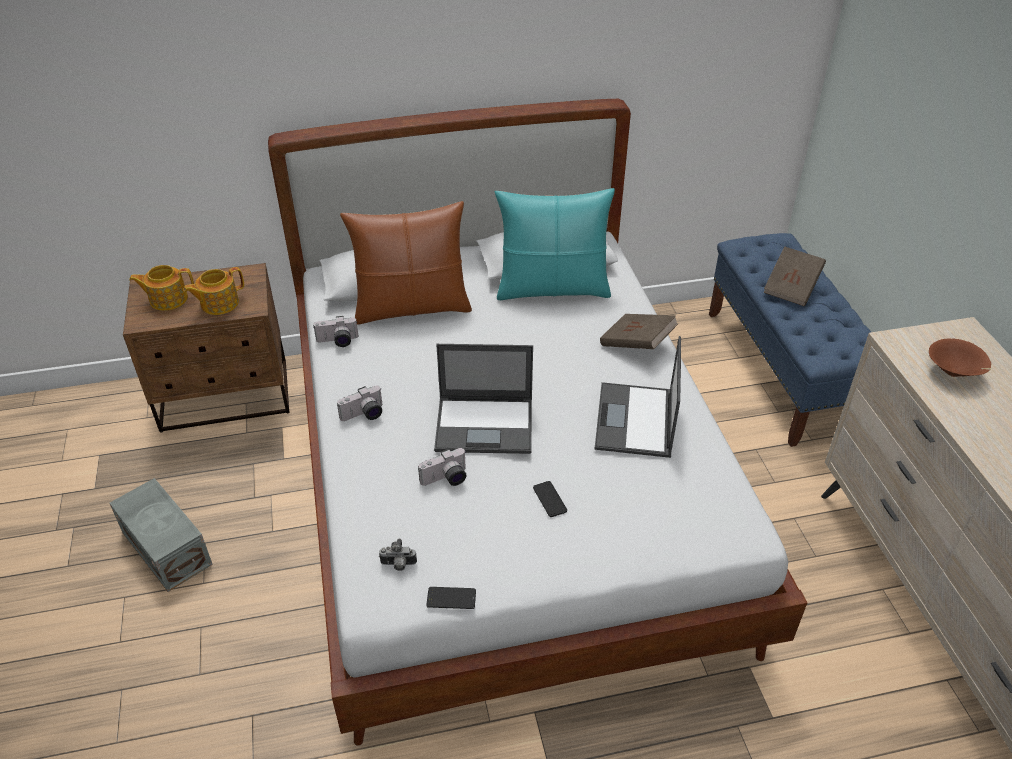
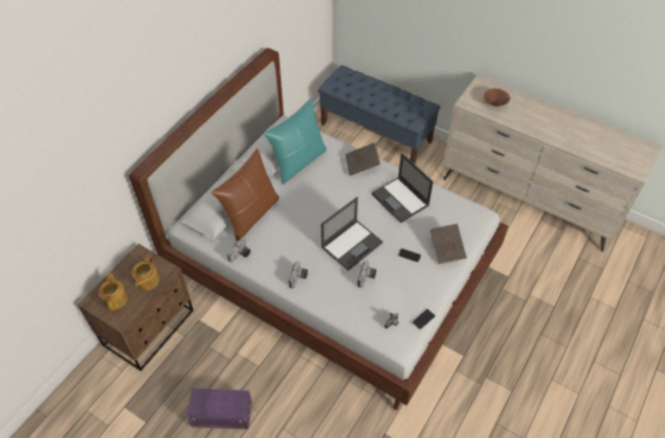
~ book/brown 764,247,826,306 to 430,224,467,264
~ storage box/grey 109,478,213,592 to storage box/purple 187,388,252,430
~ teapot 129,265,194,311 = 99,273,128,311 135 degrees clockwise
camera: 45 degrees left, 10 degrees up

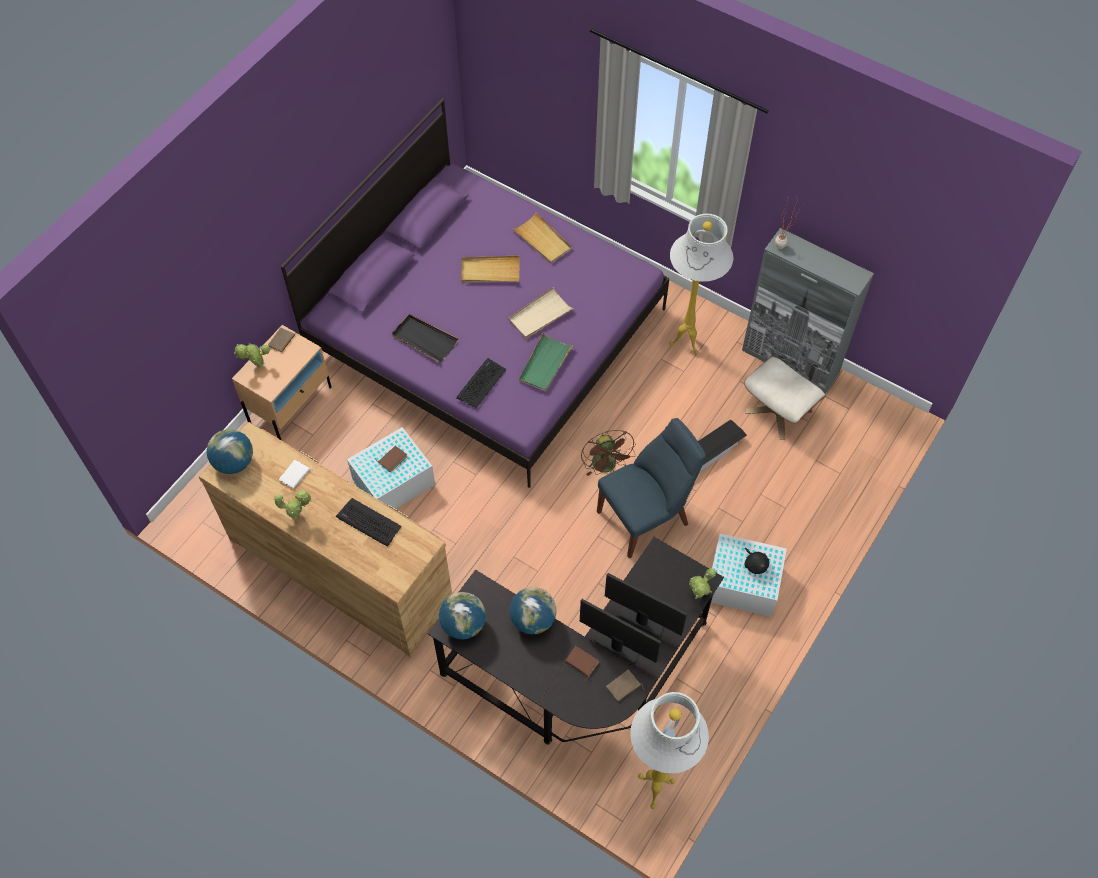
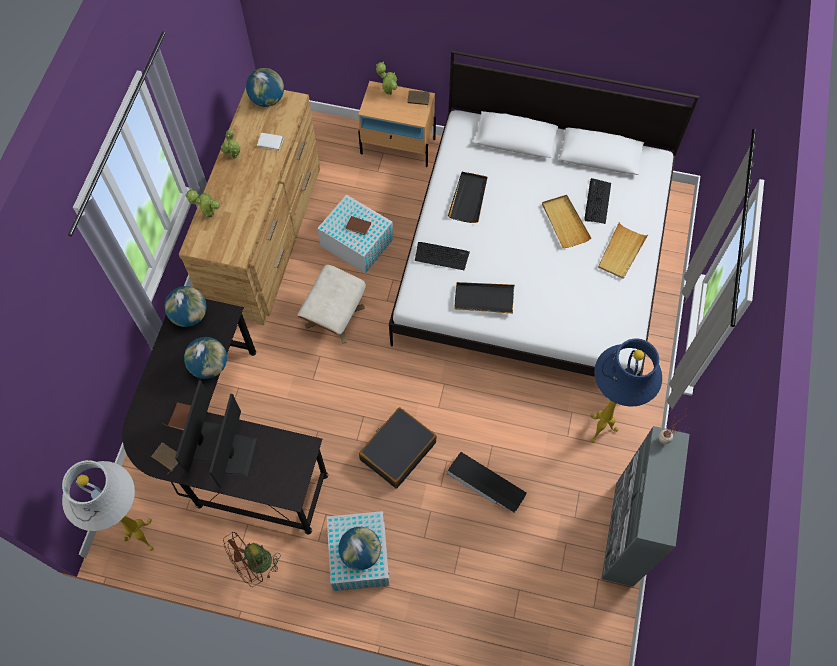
- tray/beige 508,287,574,339
~ keyboard 336,498,402,546 to 585,178,611,224
~ fan/brown 581,430,636,476 to 223,532,280,587
~ potted plant 689,568,716,599 to 185,189,220,217
~ ottoman/beige 744,357,826,440 to 298,264,366,343
~ chair/blue 597,418,706,558 to suitcase/black 359,407,437,489
~ plush toy/black 744,548,770,574 to globe 338,527,381,570
~ bed/purple 281,98,669,488 to bed/white 389,50,699,377
~ tray/green 519,332,574,391 to tray/black 454,282,514,314
~ floor lamp/white 669,214,733,355 to floor lamp/blue 590,339,662,443
camera: 70 degrees right, 5 degrees up

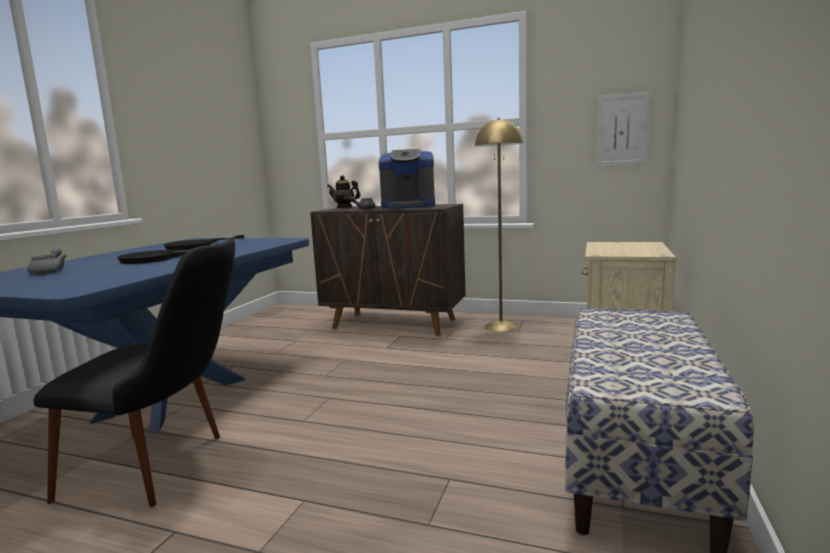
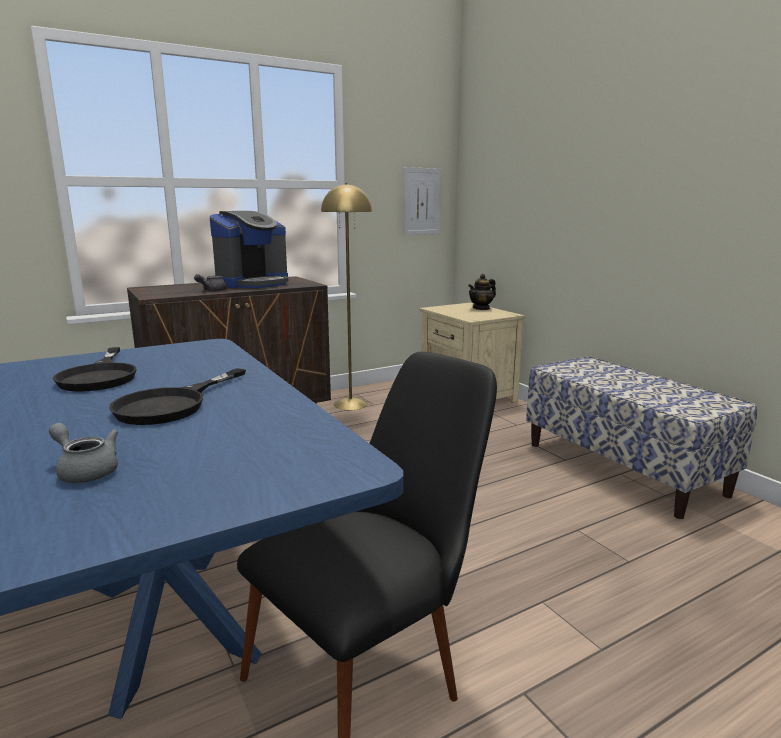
~ teapot 327,175,361,208 to 468,274,496,310
camera: 50 degrees left, 5 degrees up

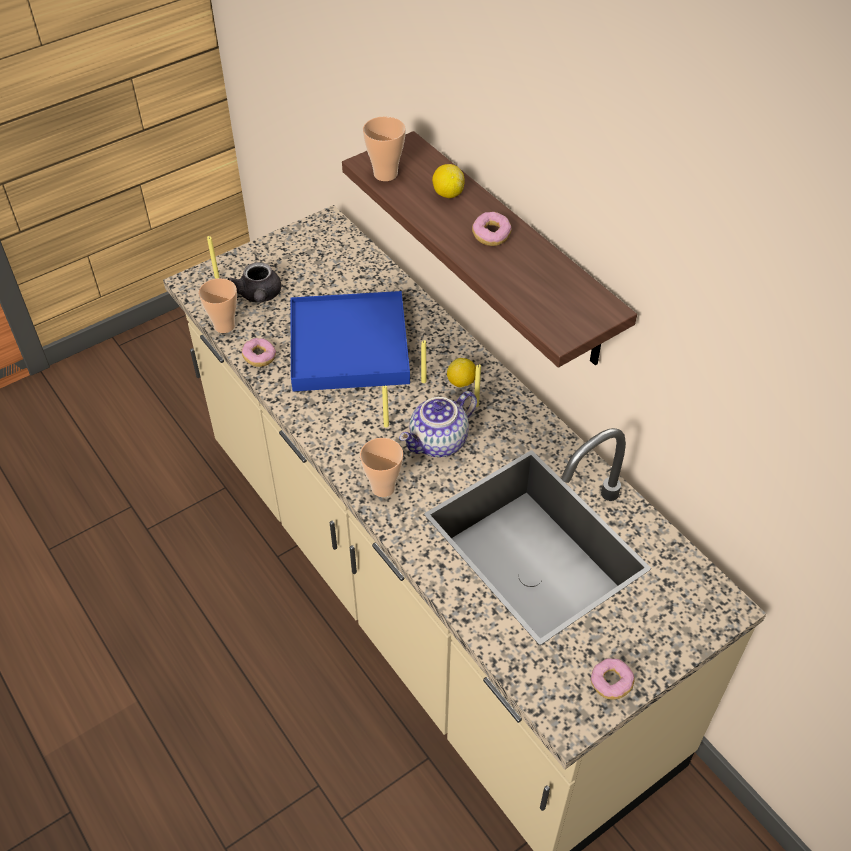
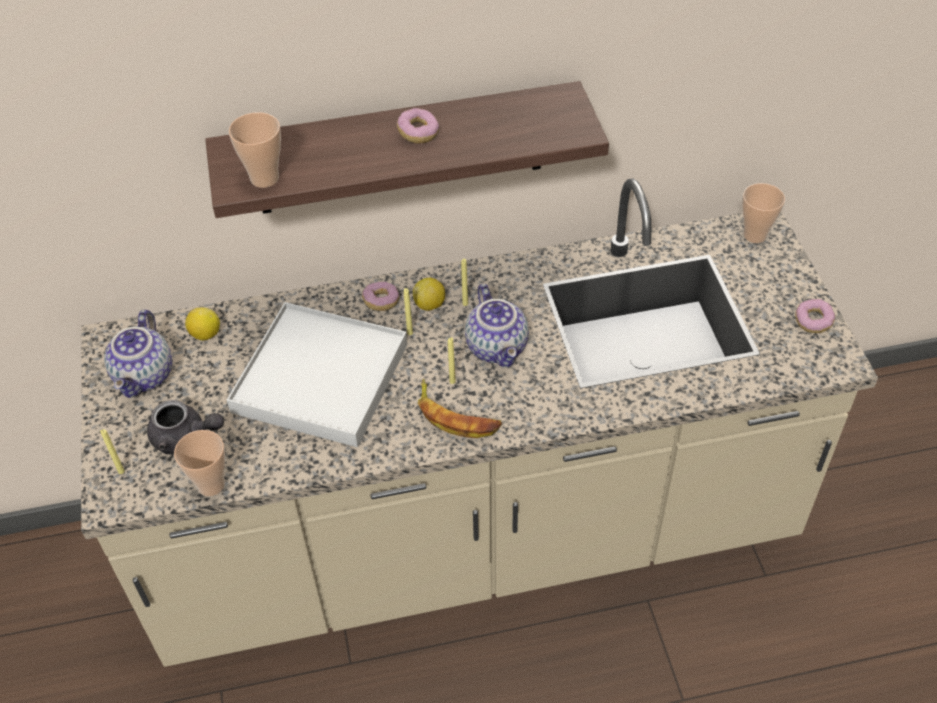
+ teapot 104,310,172,398
+ banana 418,379,502,438
~ donut 242,338,276,367 to 362,282,399,311
~ cup 360,438,403,497 to 742,183,785,243
~ lemon 432,164,465,198 to 185,307,220,341
~ tray/blue 290,291,410,391 to tray/white 227,302,407,447
camera: 65 degrees left, 0 degrees up

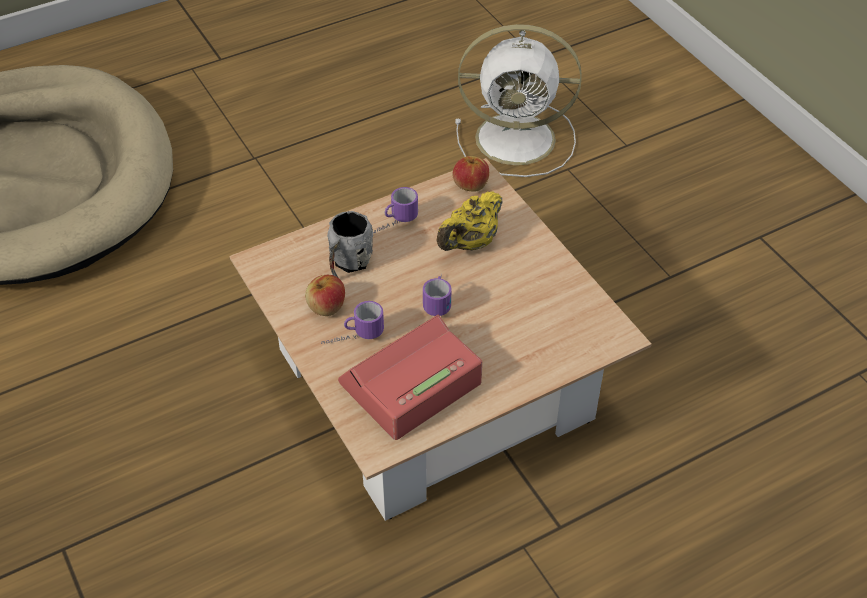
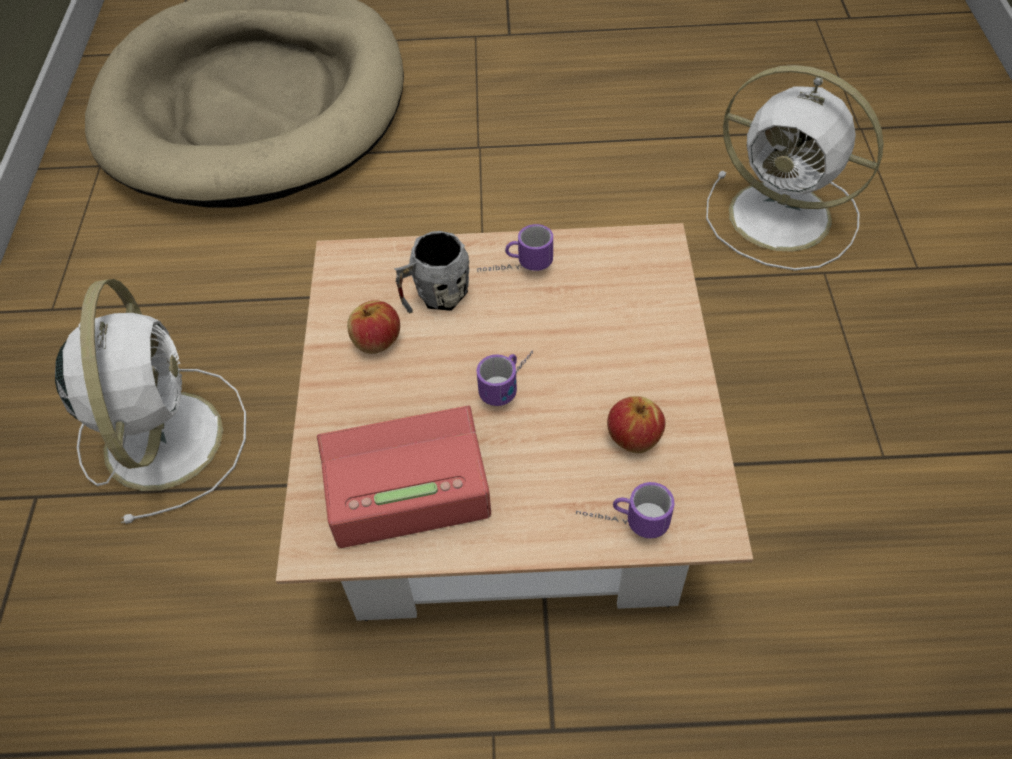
- teapot/yellow 437,191,502,251
+ fan/white 55,279,246,524
~ mug 321,301,384,344 to 576,482,674,539
~ apple 453,156,489,192 to 607,396,665,453
camera: 30 degrees right, 5 degrees up

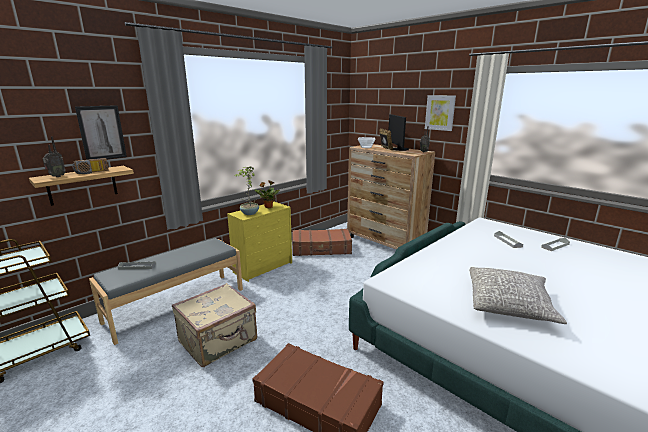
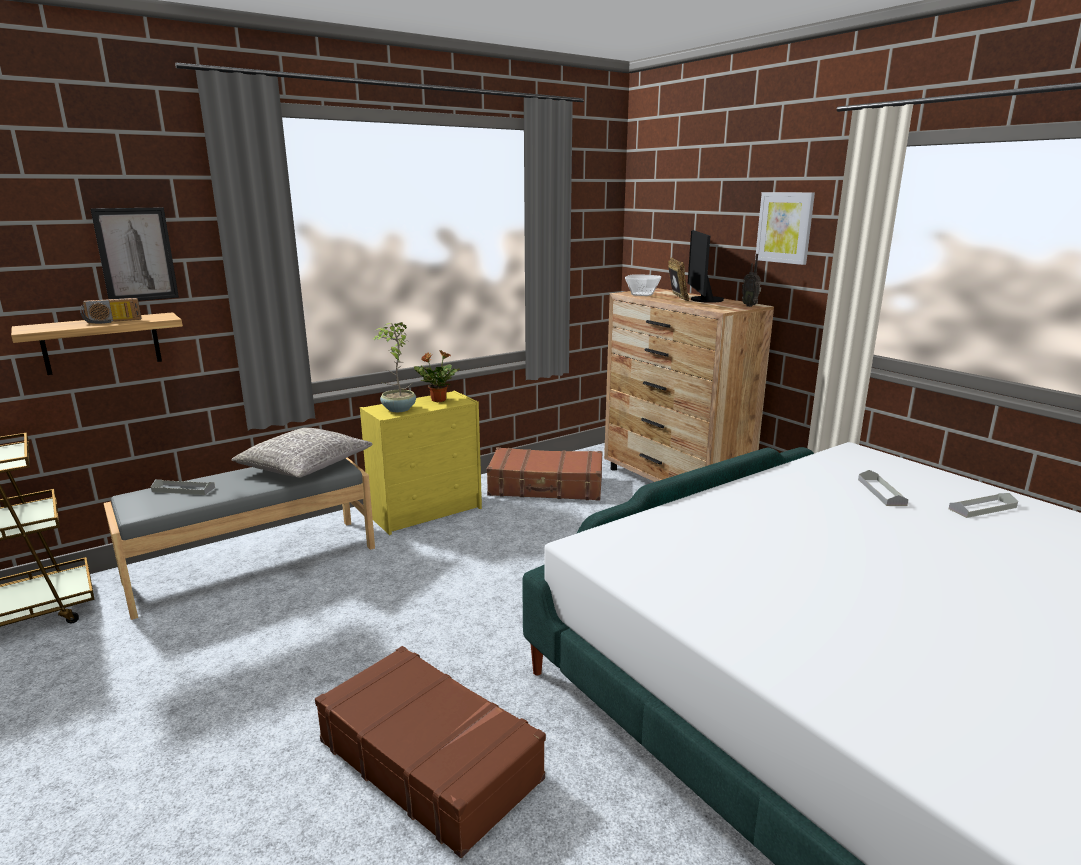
- radio 43,136,66,177
- suitcase/beige 172,283,257,367
~ pillow/grey 469,267,567,324 to 231,428,372,478
camera: 10 degrees right, 0 degrees up

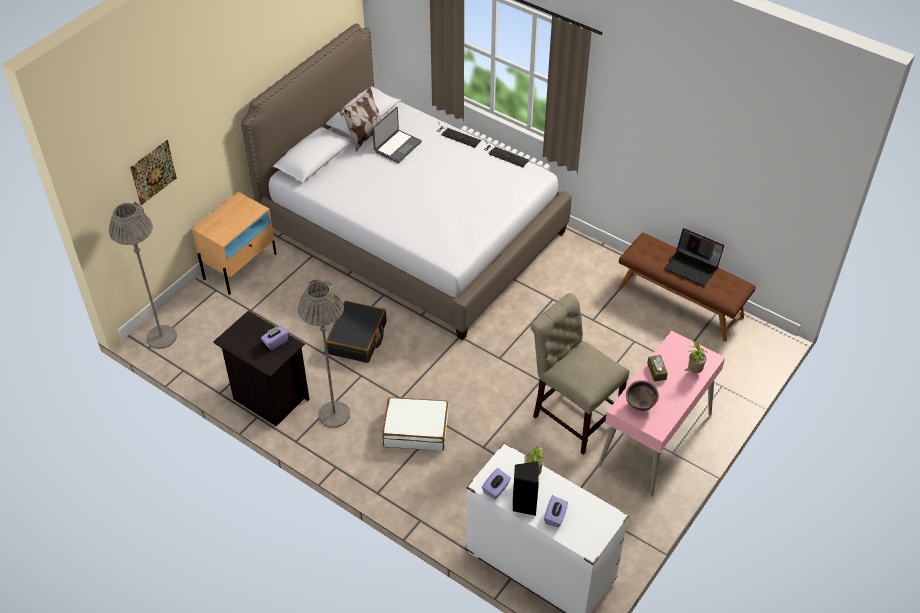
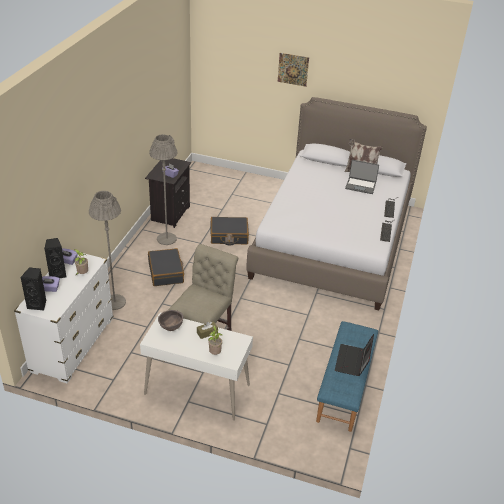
- nightstand/beige 192,192,276,295
+ speaker/black 20,267,46,311
~ floor lamp/grey 109,201,177,349 to 89,191,126,310
~ picture 130,140,177,205 to 278,53,309,87
~ suitcase/white 382,397,449,451 to suitcase/black 148,248,184,286
~ desk/pink 598,330,725,497 to desk/white 140,312,253,421
~ bench/brown 618,233,756,342 to bench/blue 316,321,378,432
camera: 70 degrees right, 10 degrees down

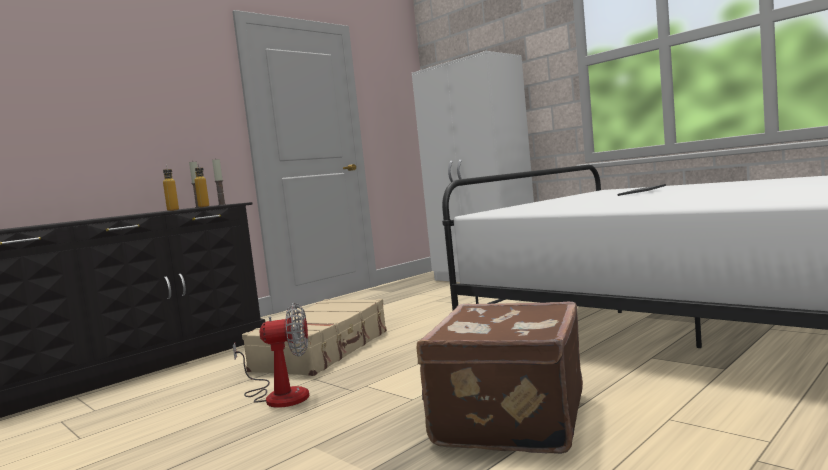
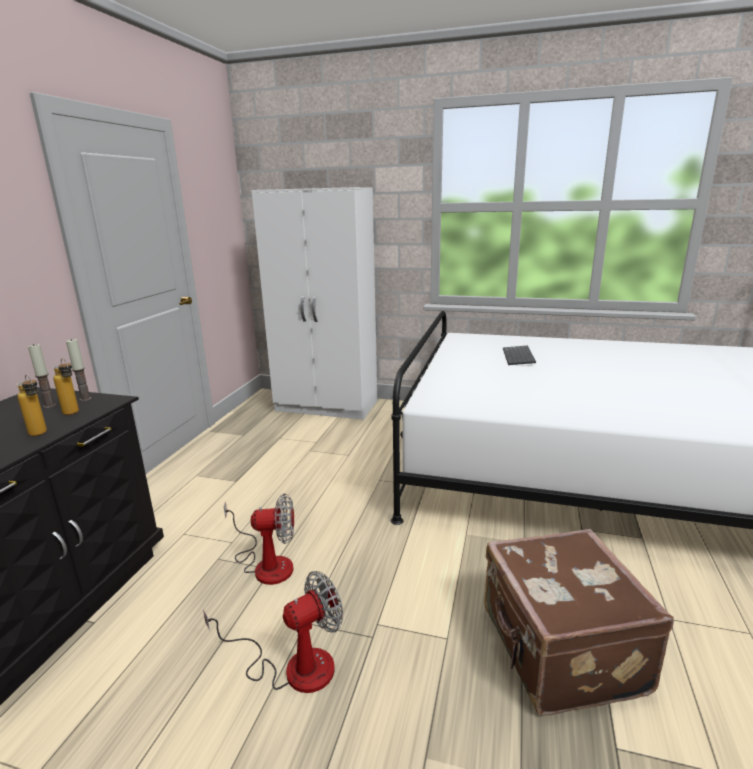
~ suitcase/beige 242,299,387,376 to fan 224,494,294,585
camera: 30 degrees left, 15 degrees up

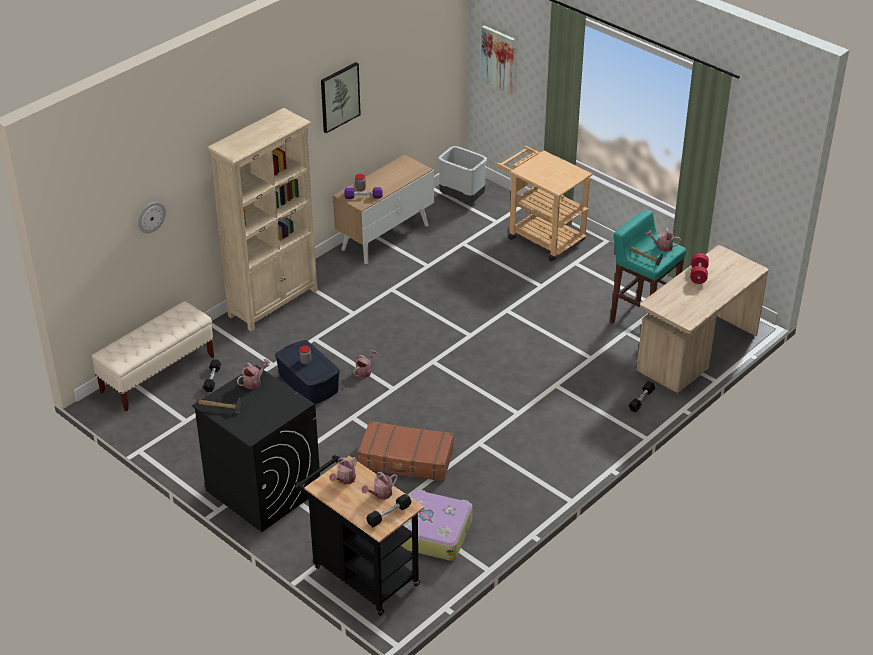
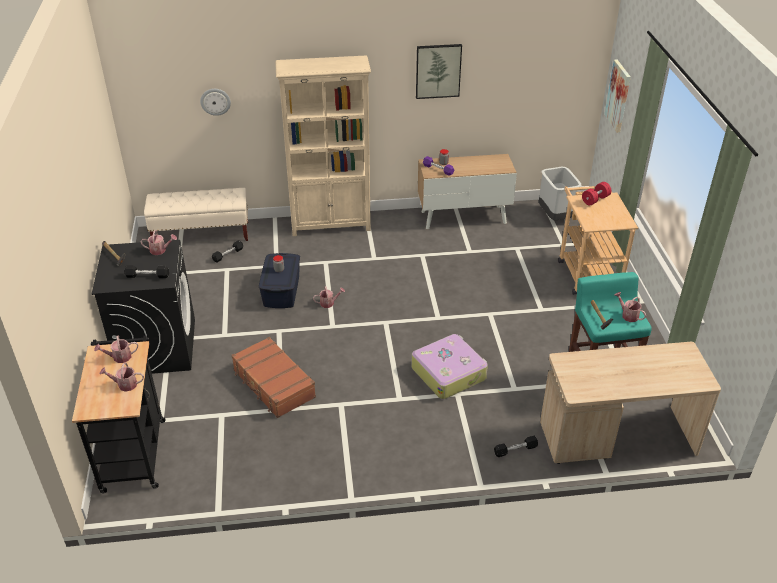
~ dumbbell/black 366,494,411,527 to 124,265,169,278
~ suitcase 401,490,473,561 to 411,334,488,399
~ dumbbell/red 690,253,709,284 to 582,182,611,205
camera: 40 degrees right, 0 degrees up

